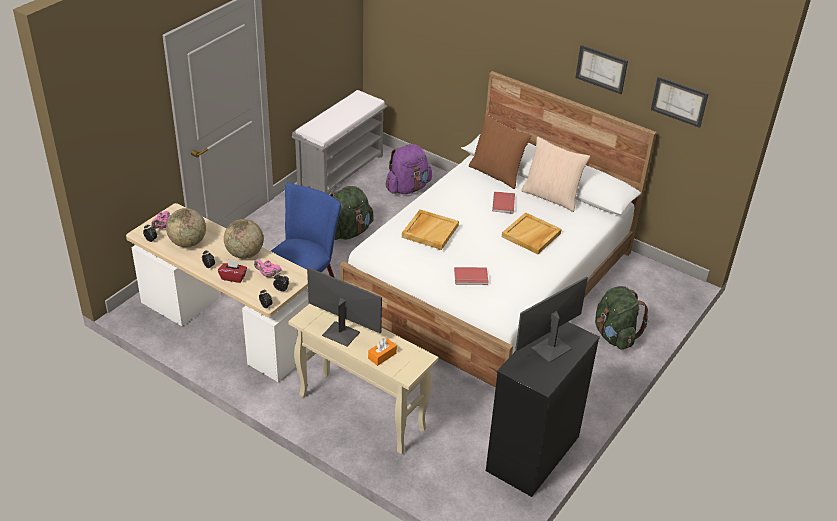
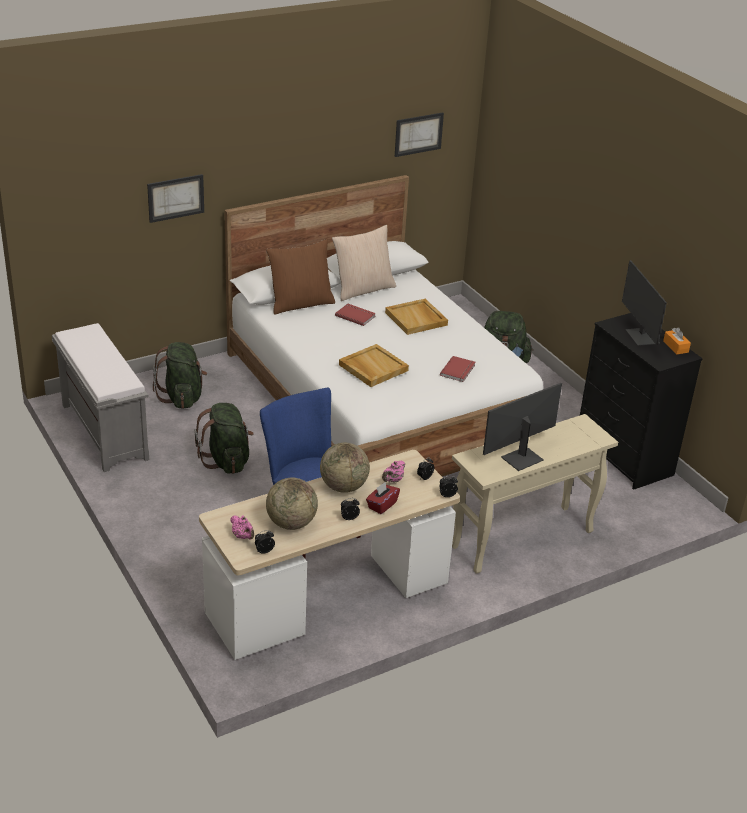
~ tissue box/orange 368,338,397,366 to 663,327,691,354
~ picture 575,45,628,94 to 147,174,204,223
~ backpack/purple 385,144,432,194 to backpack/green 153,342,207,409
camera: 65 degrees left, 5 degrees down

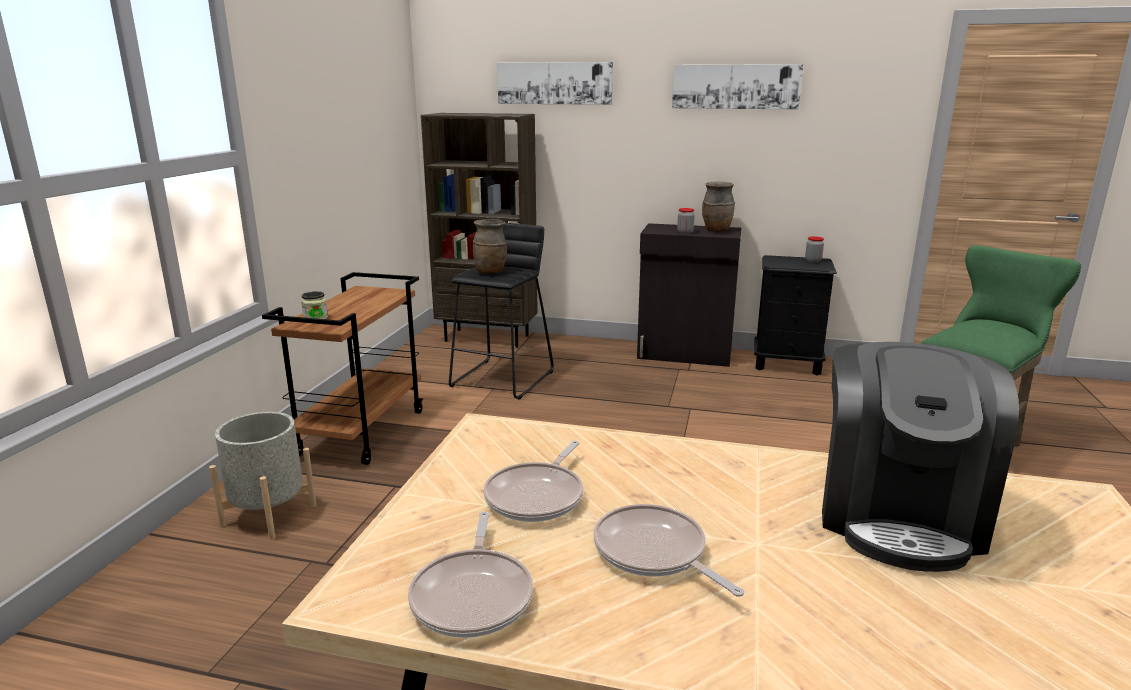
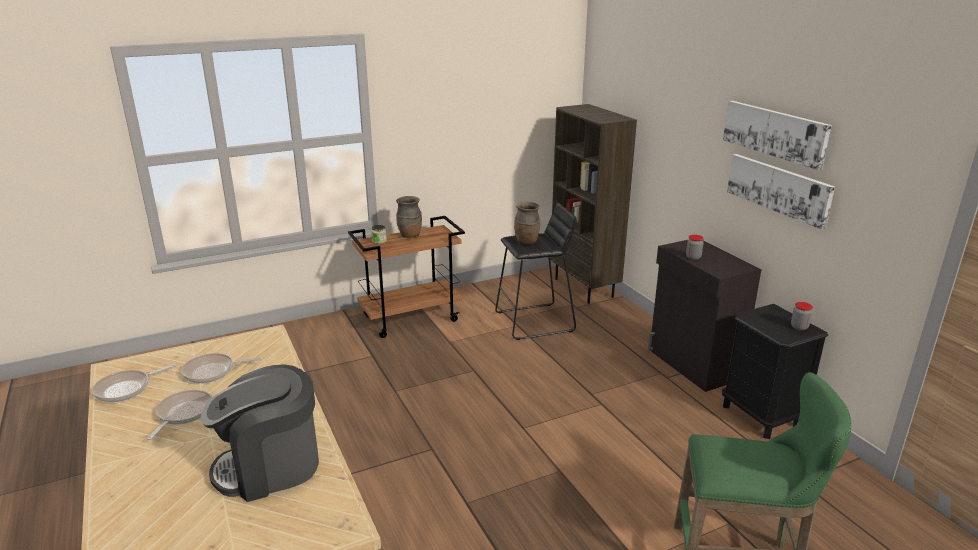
- planter/grey 209,412,316,539
~ picture 497,62,613,105 to 727,154,835,230
~ vase/brown 702,181,735,232 to 396,196,422,238
camera: 50 degrees right, 5 degrees up

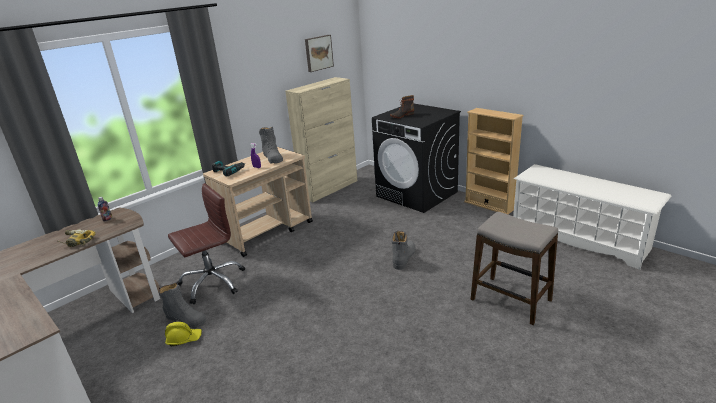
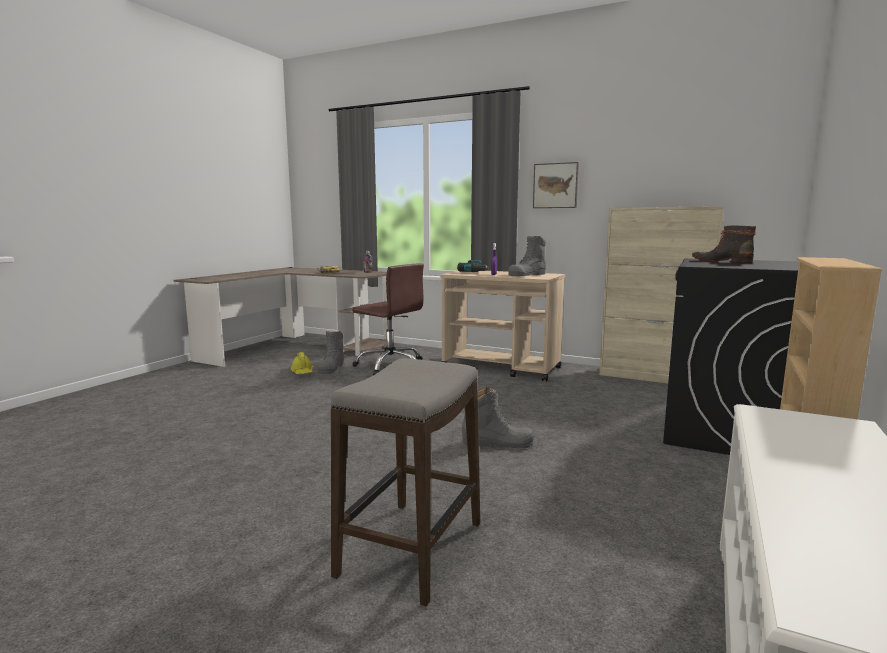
~ picture 305,35,334,72 to 533,162,579,208
camera: 70 degrees right, 15 degrees down

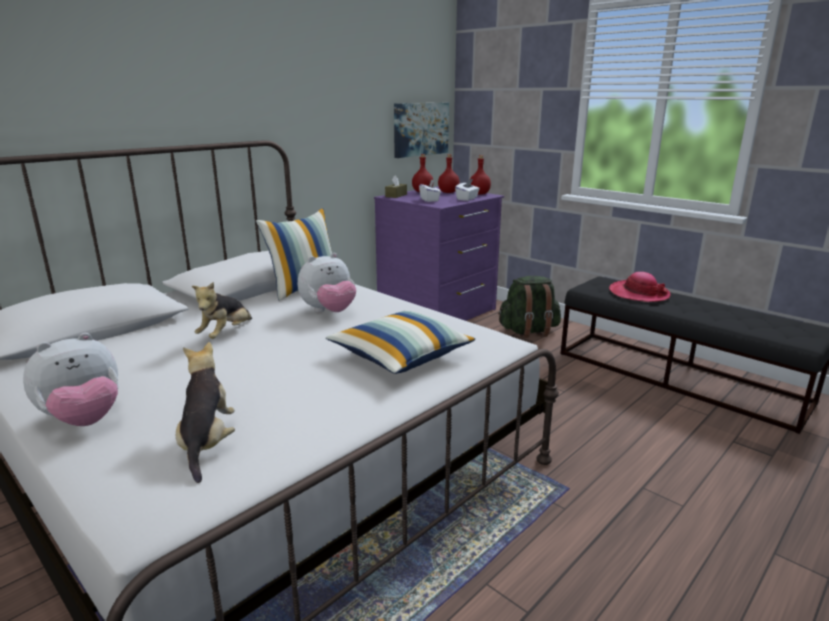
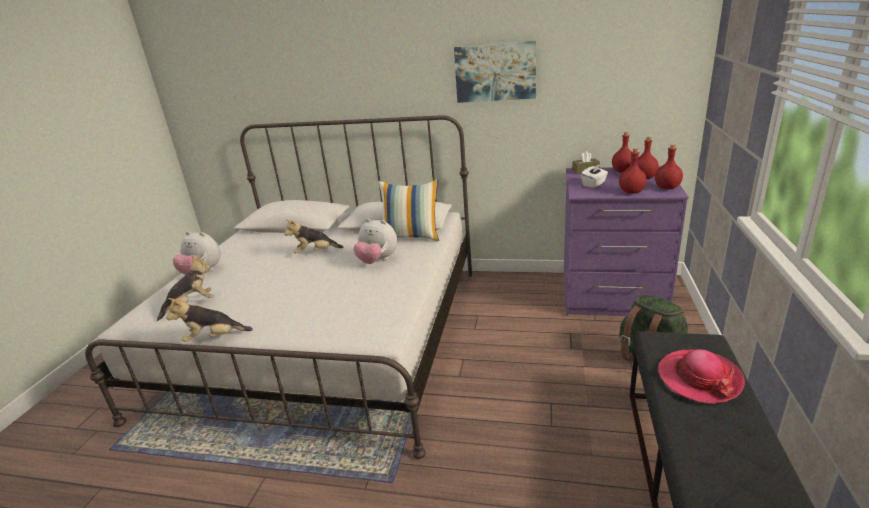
- pillow 326,311,475,374
+ plush toy 166,298,253,342
~ picture 394,103,449,158 to 454,41,536,103
~ tissue box/white 455,179,480,201 to bottle/red 619,148,647,194
camera: 60 degrees right, 5 degrees up

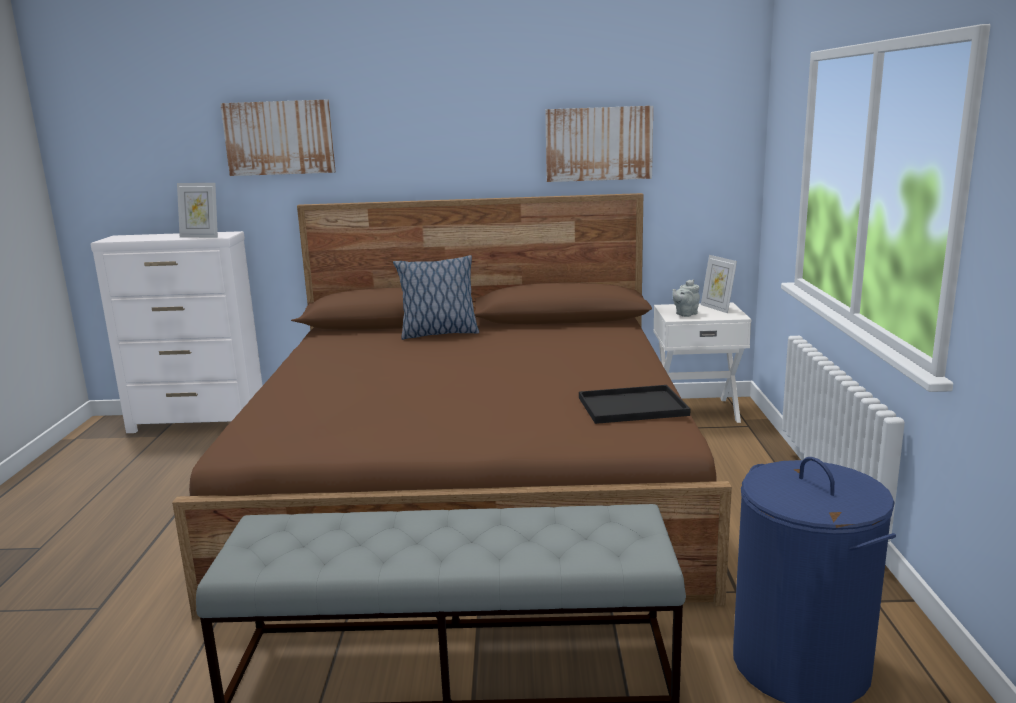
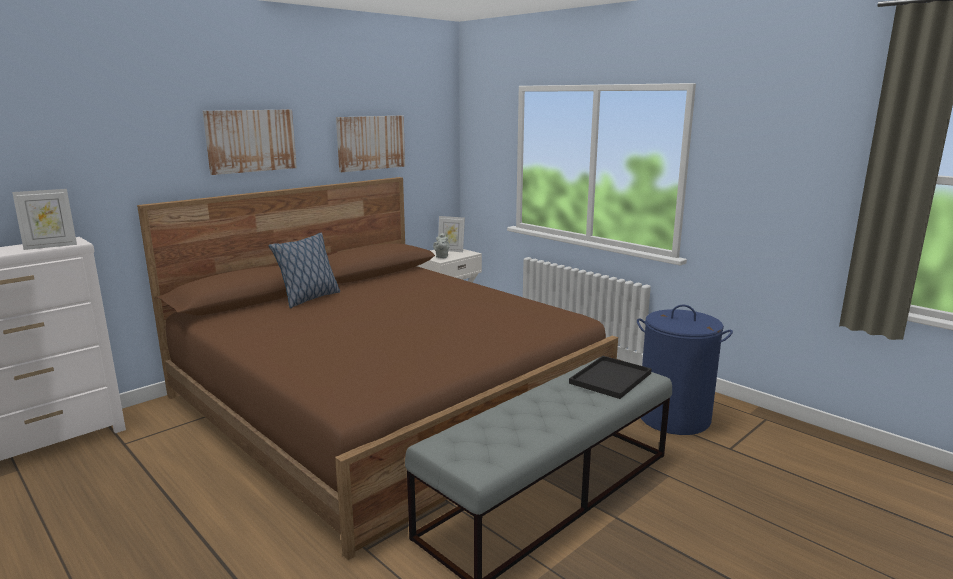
~ picture 220,99,335,176 to 203,109,297,175
~ tray/black 579,385,690,424 to 569,356,652,399
camera: 45 degrees left, 0 degrees up

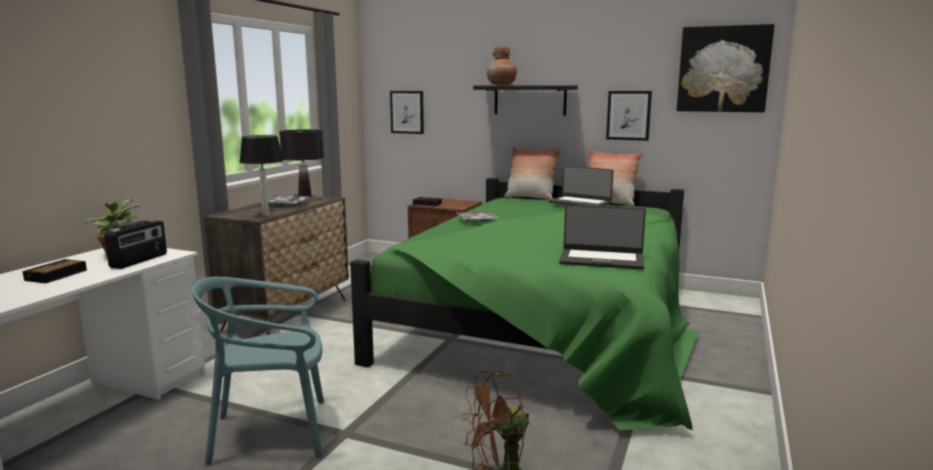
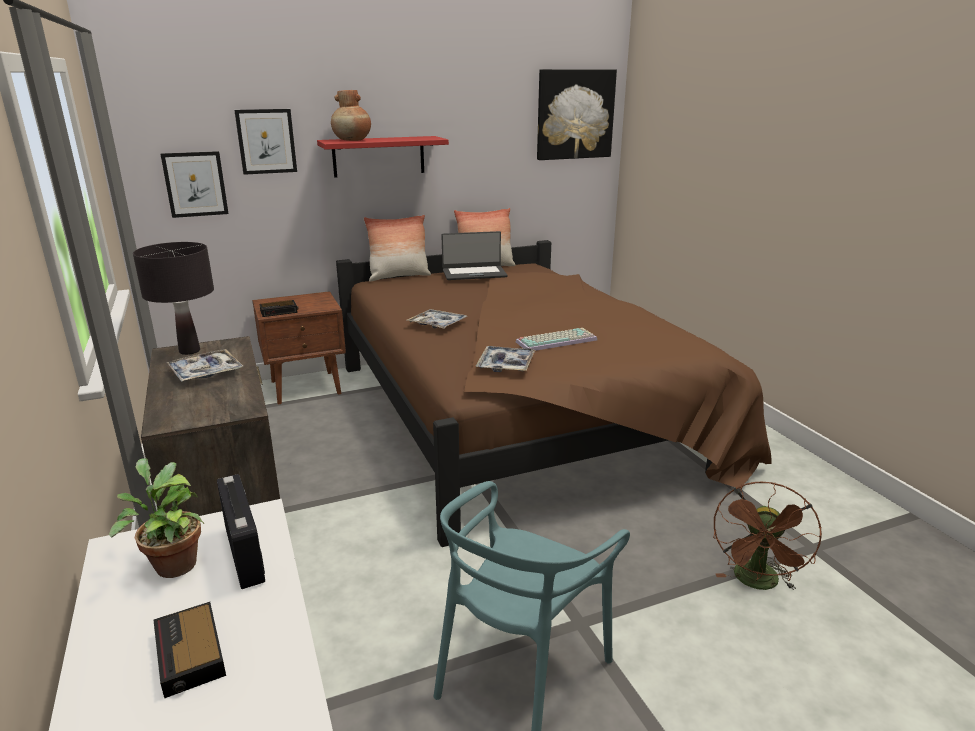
- table lamp 240,135,284,216
- laptop 559,205,646,269
+ tray 476,346,535,372
+ keyboard 516,328,597,351
~ picture 606,91,652,141 to 234,109,297,175
~ bed/green 350,178,699,430 to bed/brown 336,240,772,547
~ shelf/black 473,85,578,116 to shelf/red 317,136,449,178
camera: 45 degrees left, 10 degrees up

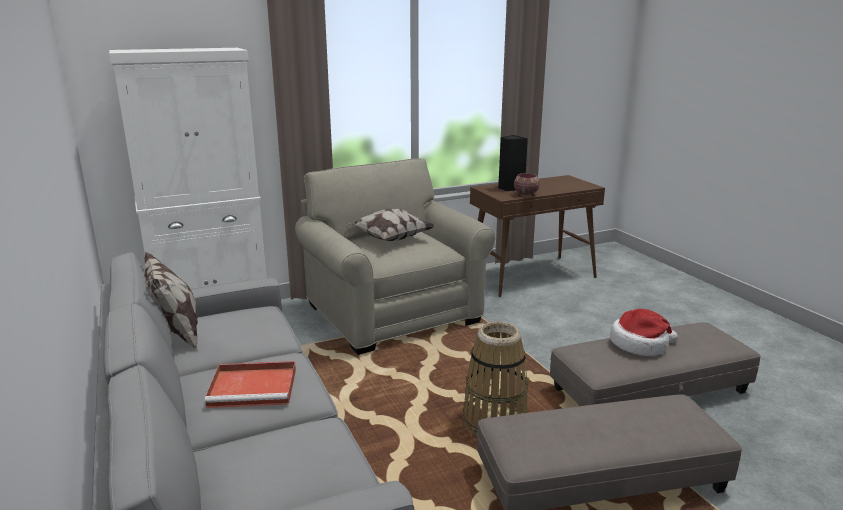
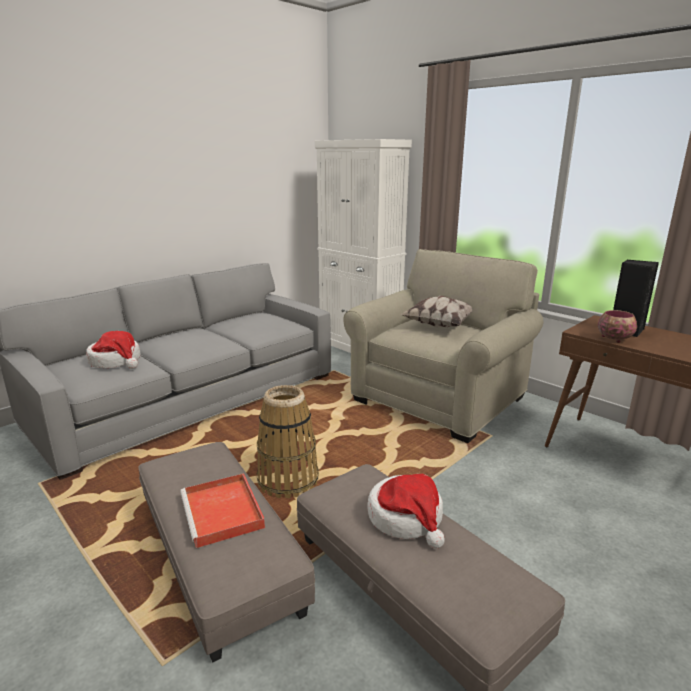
- pillow 145,252,198,349
+ hat 86,331,141,369
~ tray/red 205,361,296,408 to 180,473,265,548
camera: 70 degrees right, 0 degrees up

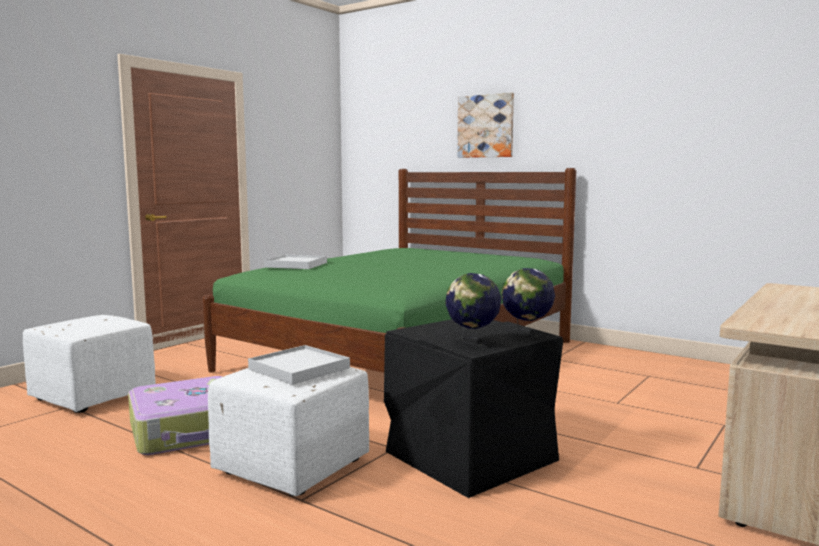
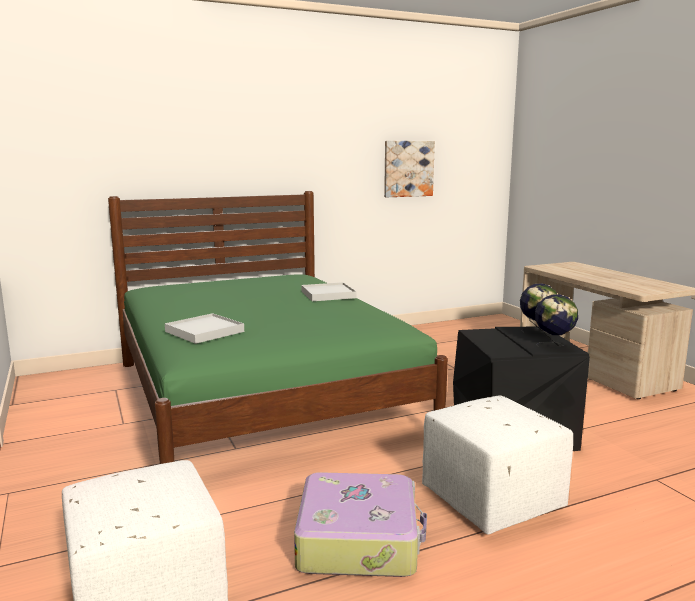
~ tray/white 248,345,350,385 to 301,282,356,301
~ picture 457,93,514,158 to 384,141,435,197
camera: 60 degrees left, 5 degrees up

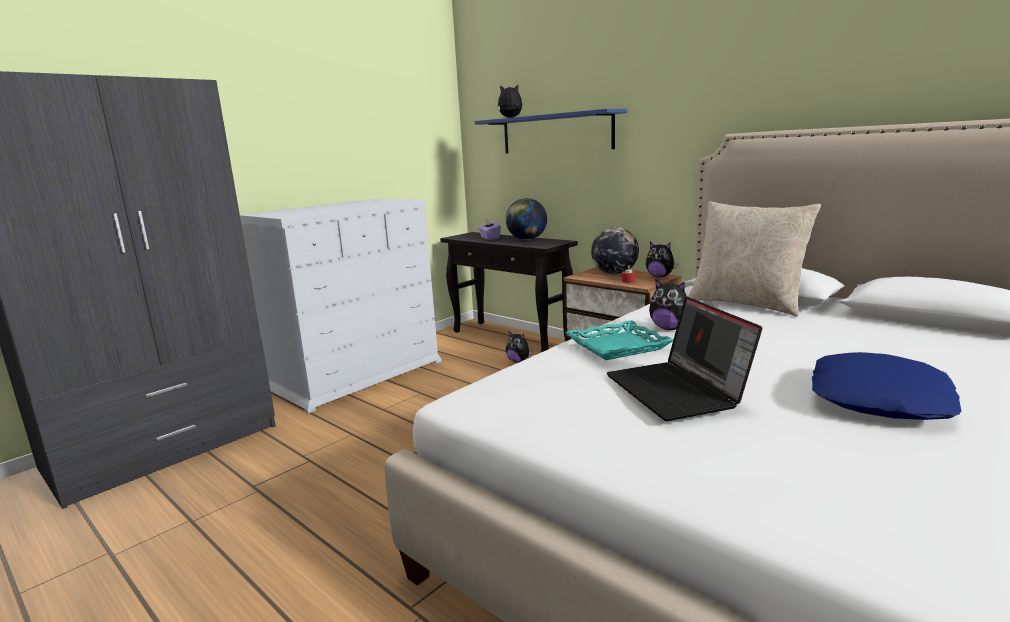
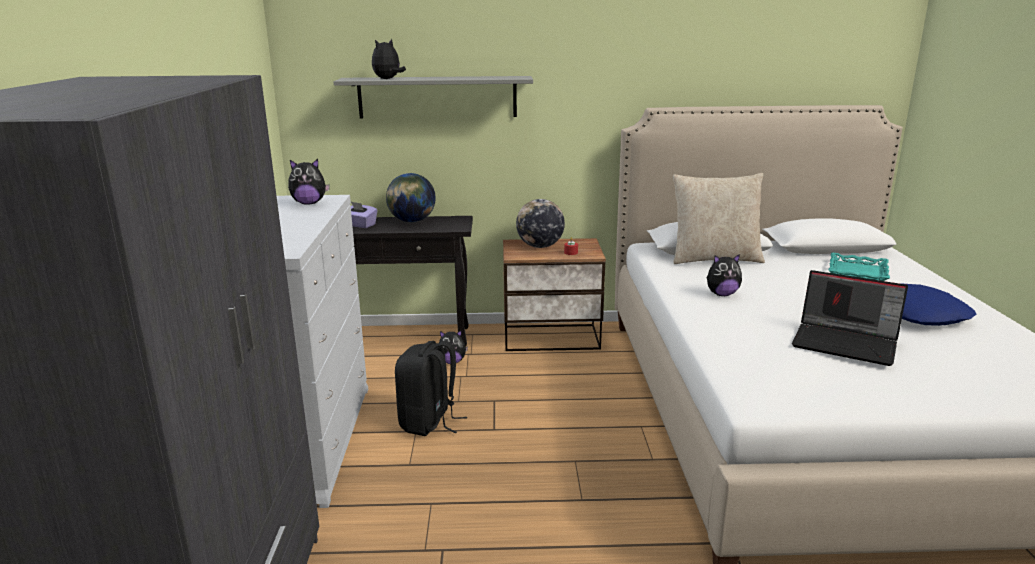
+ backpack/black 395,341,467,436
~ tray/turquoise 565,320,673,360 to 829,253,890,281
~ plush toy 646,242,679,277 to 288,159,330,205
~ shelf/blue 475,109,627,153 to shelf/grey 334,76,533,119
camera: 45 degrees left, 5 degrees up

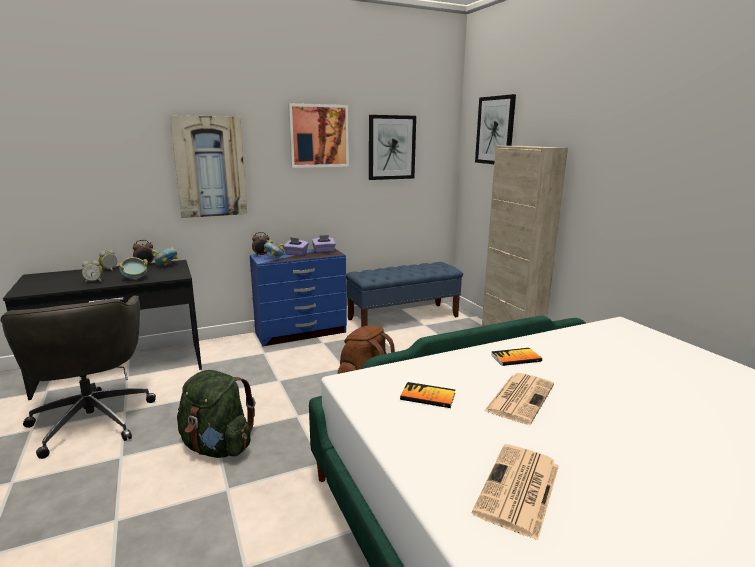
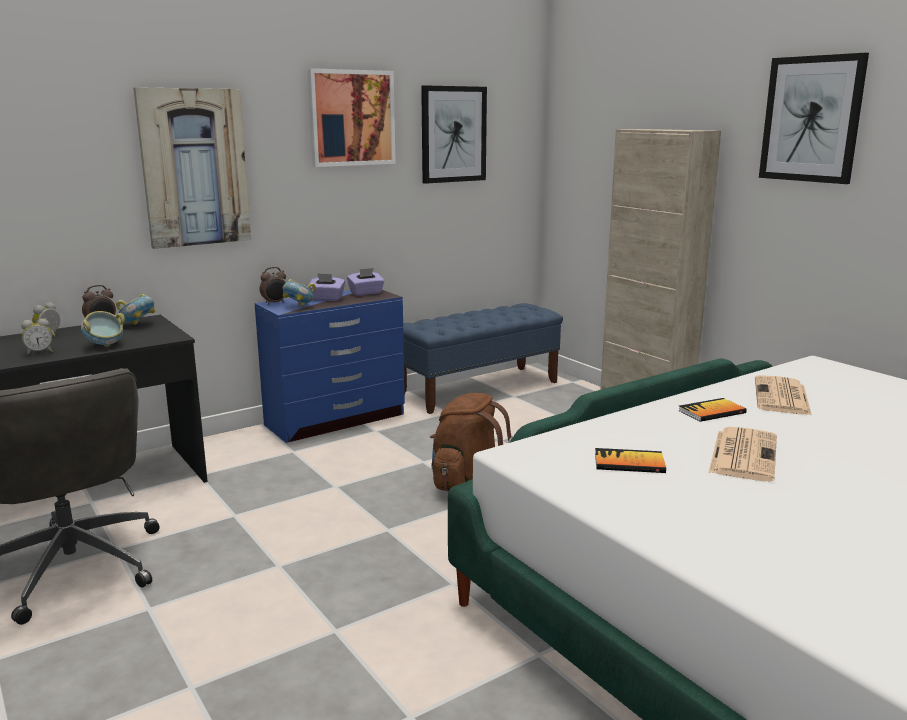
- backpack/green 177,370,255,458
~ newspaper 472,444,559,541 to 755,375,812,415
~ picture 475,94,516,164 to 759,53,869,184
camera: 10 degrees left, 0 degrees up

